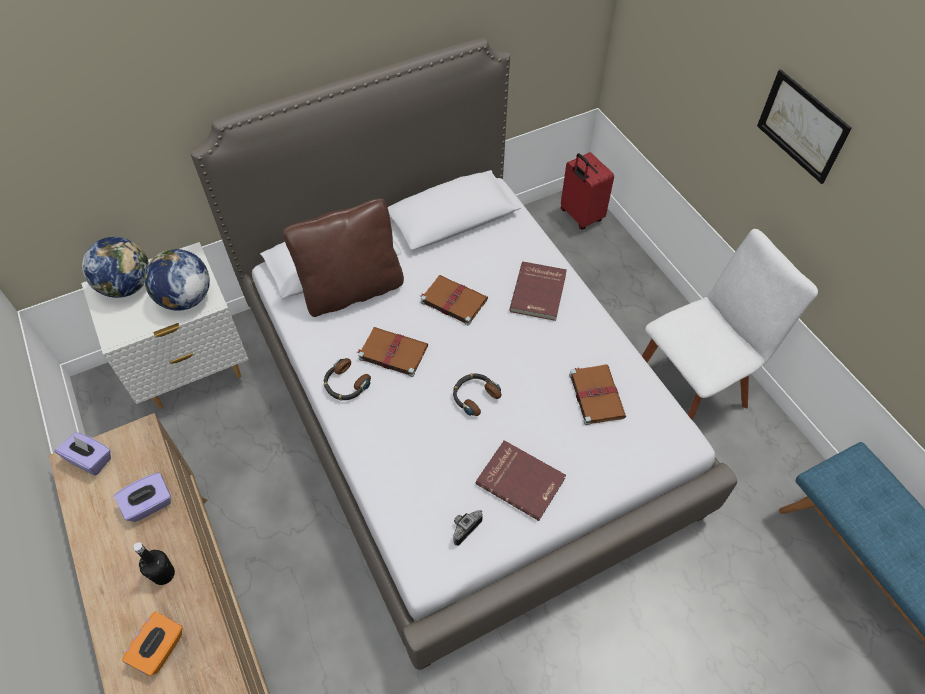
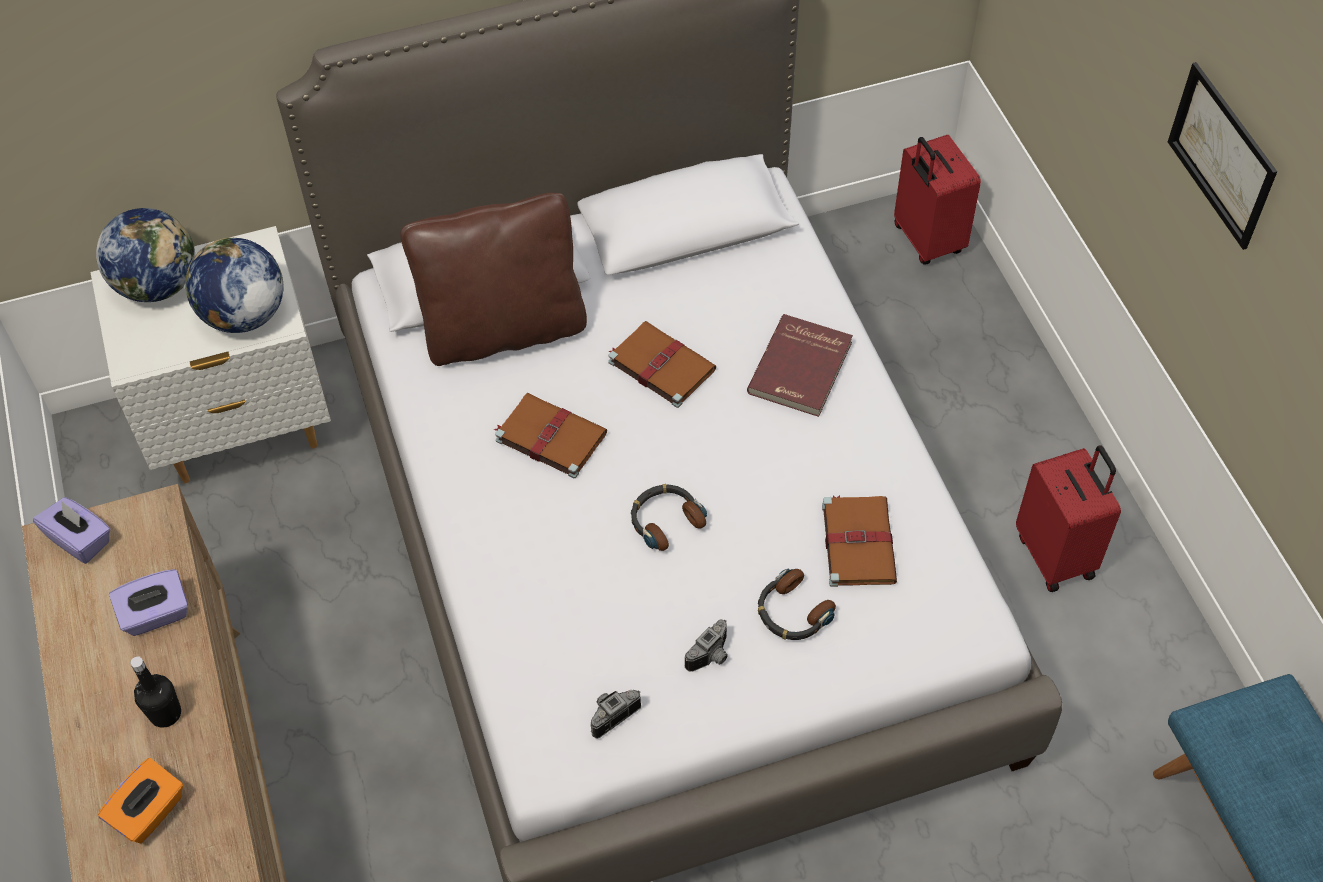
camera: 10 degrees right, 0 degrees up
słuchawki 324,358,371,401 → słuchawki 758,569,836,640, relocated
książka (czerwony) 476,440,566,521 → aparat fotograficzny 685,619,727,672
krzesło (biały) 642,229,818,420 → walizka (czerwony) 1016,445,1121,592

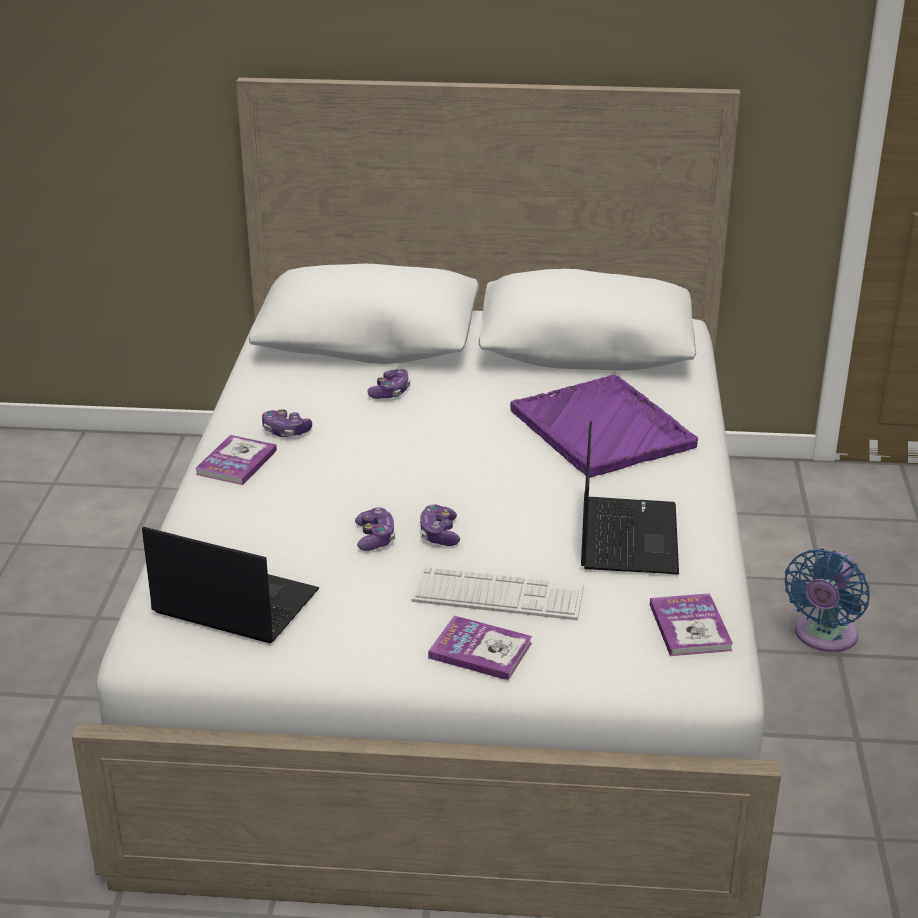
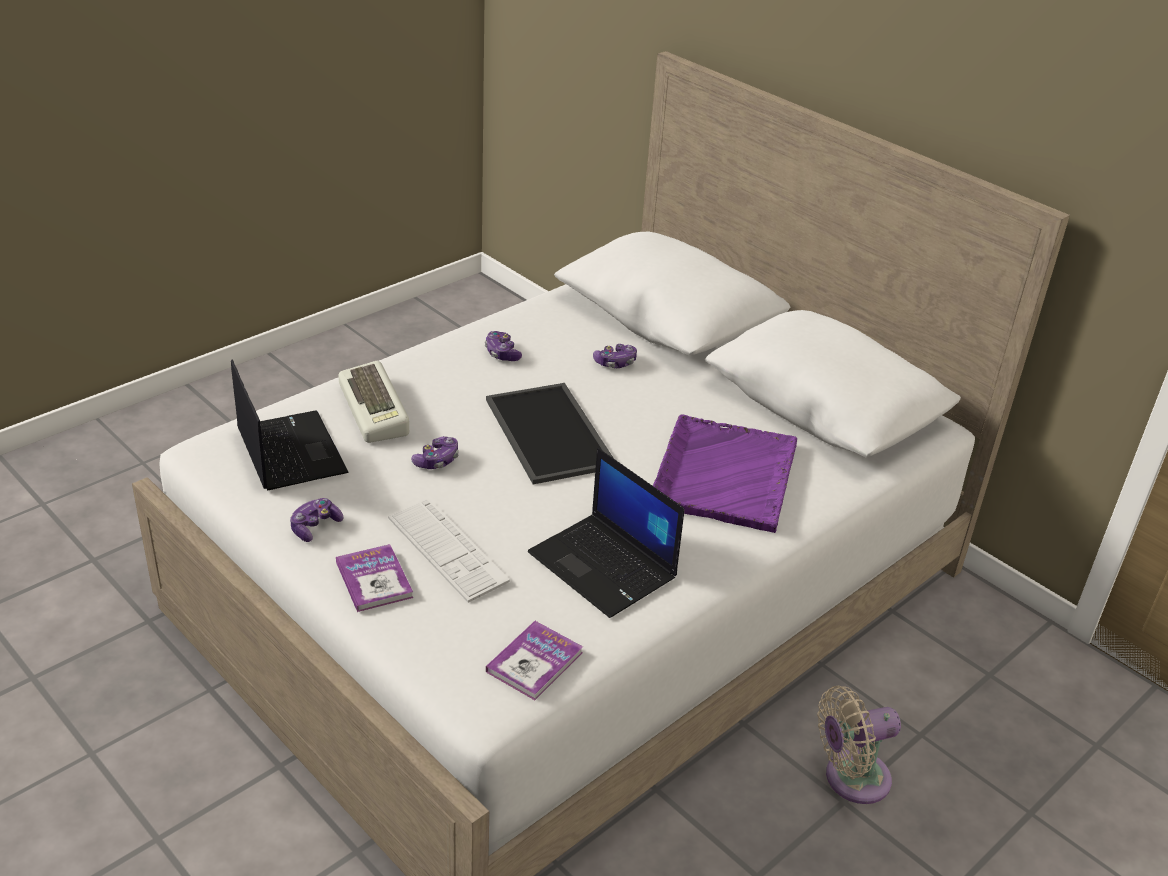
camera: 40 degrees right, 5 degrees up
książka 195,435,277,485 → -
- → klawiatura 338,361,409,443
- → taca 486,383,613,484
pad do gier 420,504,460,546 → pad do gier 290,498,343,542, relocated
wentylator (niebieski) 785,548,870,652 → wentylator (beżowy) 817,686,901,804
laptop 581,421,679,575 → laptop 528,448,684,618, 90 degrees clockwise

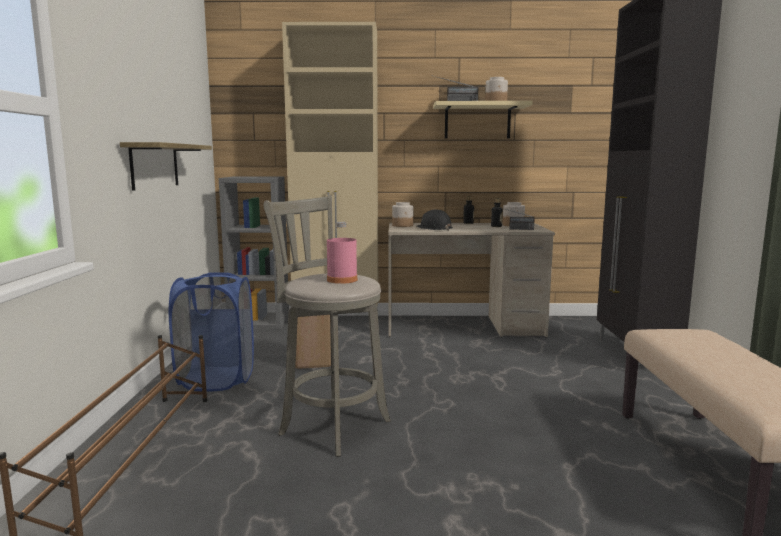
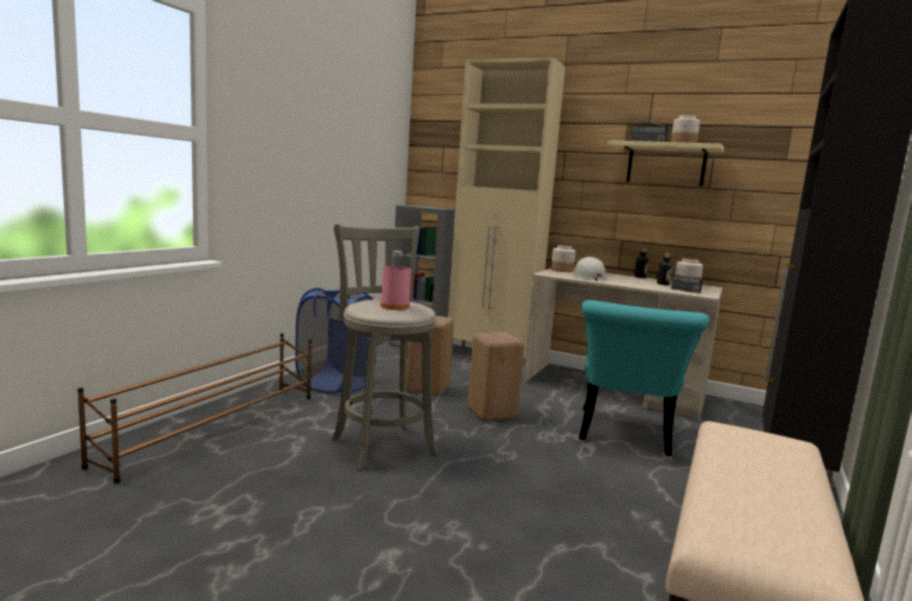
camera: 25 degrees right, 0 degrees up
półka 120,142,212,191 → -
- → stołek (beżowy) 468,332,525,421
- → krzesło (turkusowy) 579,300,710,456
kask (czarny) 416,209,453,231 → kask (biały) 571,257,607,281

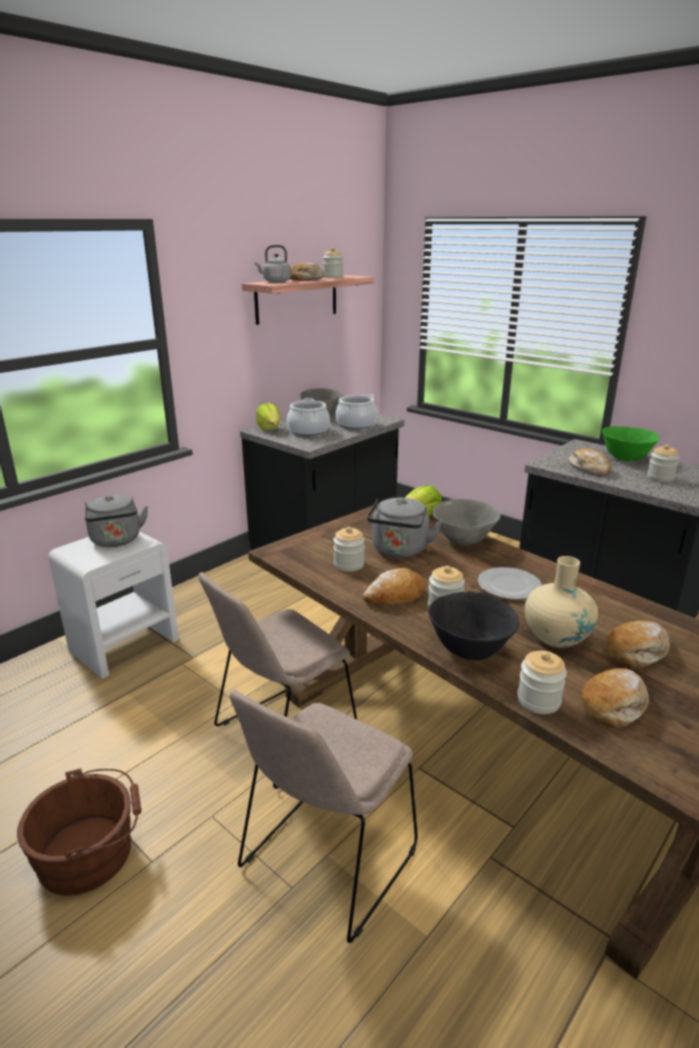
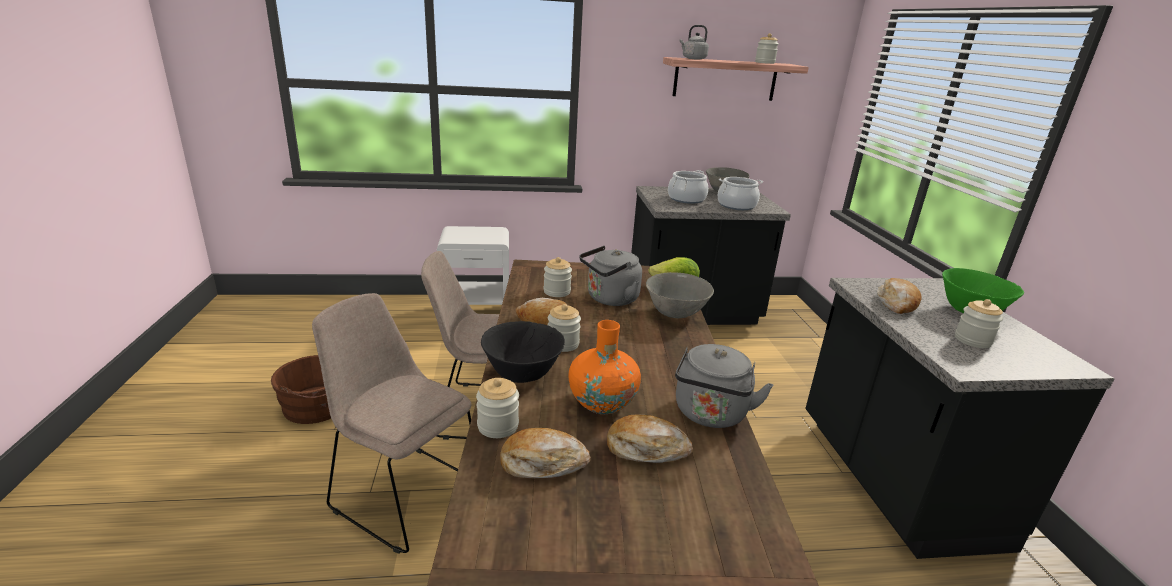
camera: 40 degrees right, 0 degrees up
sałata 256,403,280,431 → -
chleb 290,262,325,281 → -
talerz 478,567,542,600 → -
czajnik (szary) 85,495,148,547 → czajnik (szary) 675,344,773,428, relocated
wazon (beżowy) 525,556,598,648 → wazon (pomarańczowy) 569,320,641,414
krzesło (beżowy) 230,690,418,943 → krzesło (beżowy) 312,293,472,554, 45 degrees clockwise

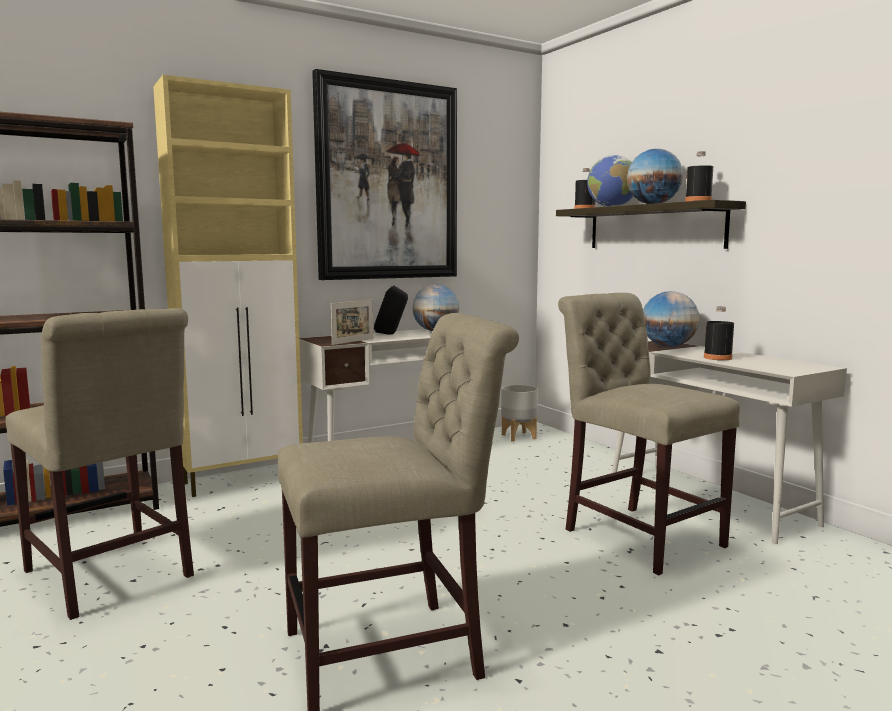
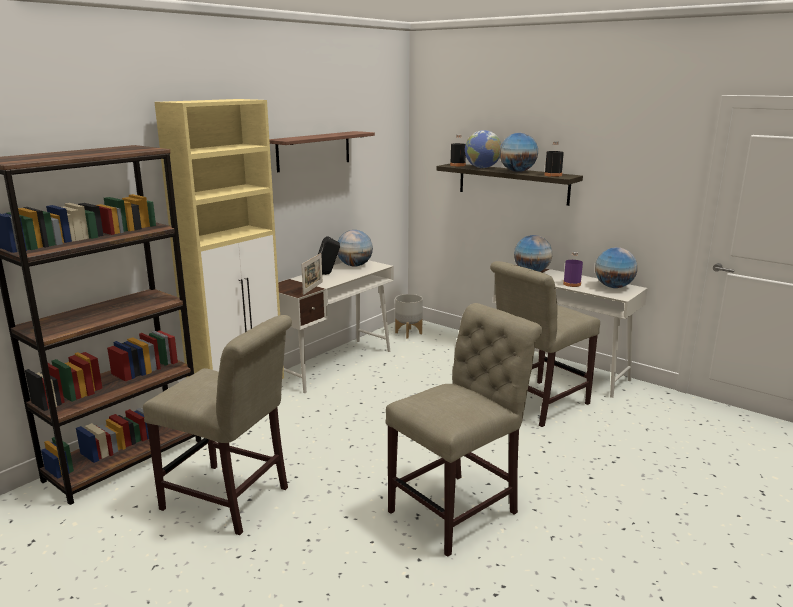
camera: 20 degrees left, 10 degrees up
- → globus 595,247,638,288
obraz 312,69,457,280 → półka 269,131,375,172
butelka (czarny) 704,307,734,360 → butelka (fioletowy) 563,251,583,287
krzesło (beżowy) 558,293,740,575 → krzesło (beżowy) 490,261,600,427, 75 degrees counterclockwise

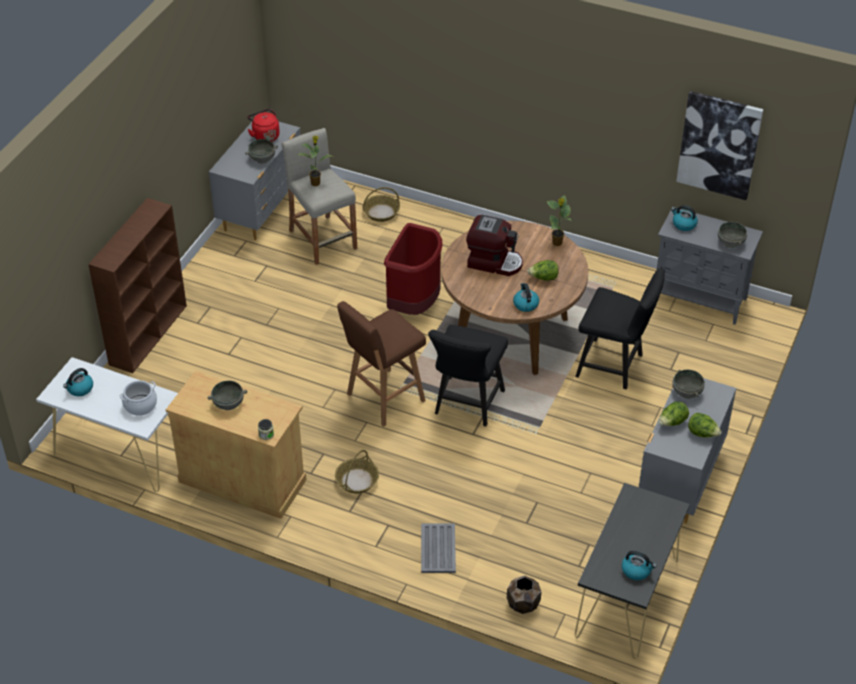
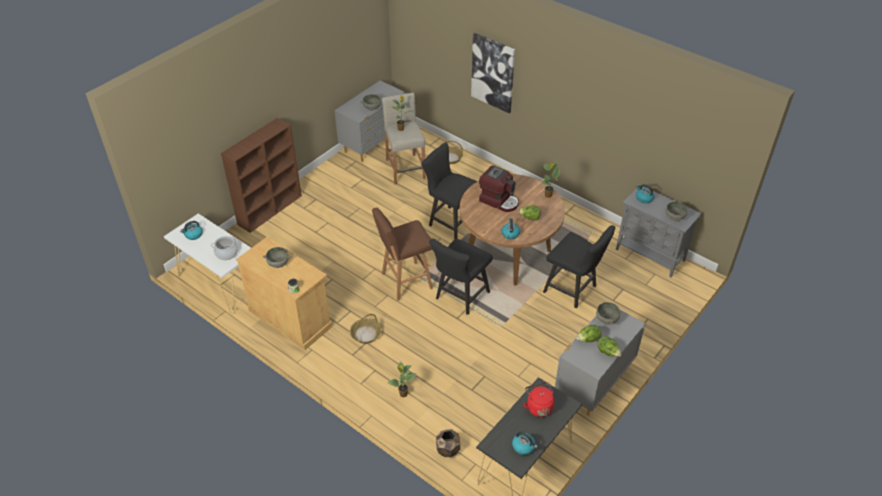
camera: 15 degrees right, 0 degrees up
czajnik (czerwony) 247,109,280,142 → czajnik (czerwony) 523,382,554,417, relocated
obraz 676,91,764,200 → obraz 471,33,515,113, relocated
kosz na śmieci (czerwony) 384,223,442,315 → krzesło (czarny) 421,143,477,239
taca (szary) 421,524,456,573 → roślina doniczkowa 388,362,417,398

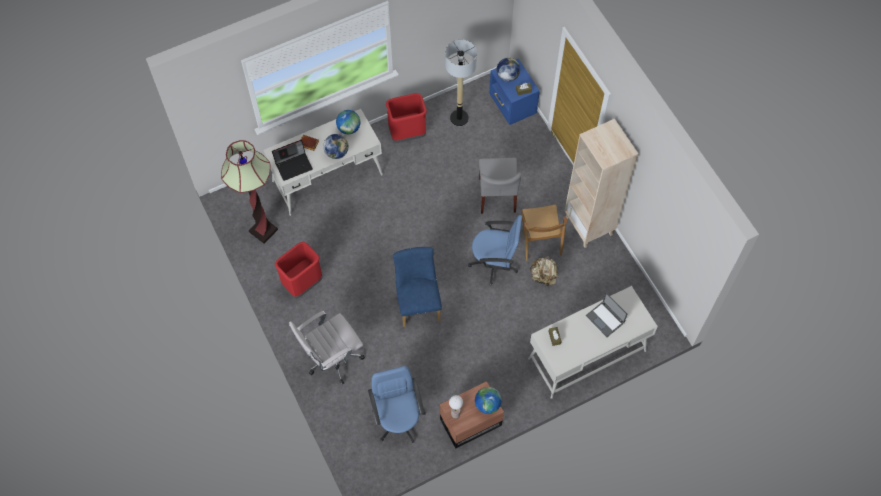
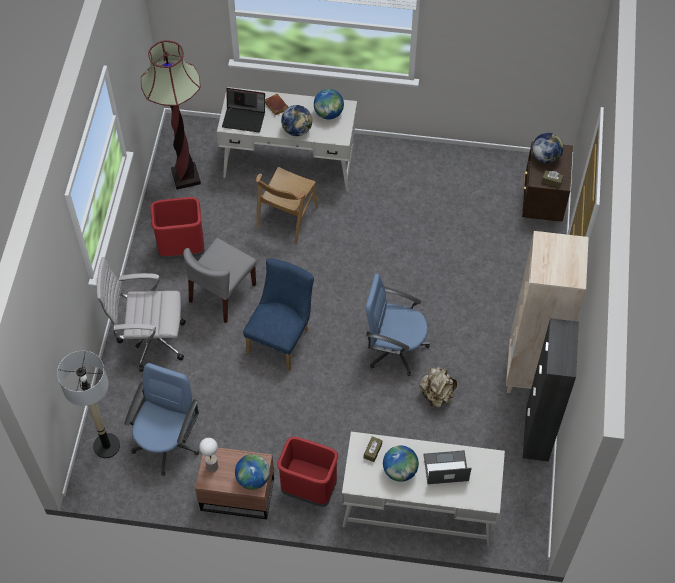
camera: 35 degrees right, 5 degrees down
- → globus 383,445,419,482
- → szafka (czarny) 523,318,579,461
kosz na śmieci (czerwony) 386,93,427,143 → kosz na śmieci (czerwony) 277,437,338,507, relocated
lampa stojąca 445,39,477,126 → lampa stojąca 57,351,120,458, relocated
krzesło (szary) 479,158,521,214 → krzesło (szary) 183,238,257,323, relocated
krzesło (brązowy) 521,205,567,261 → krzesło (brązowy) 256,167,318,244, relocated
szafka nocna (niebieski) 489,59,540,125 → szafka nocna (brązowy) 522,141,573,222
krzesło biurowe (niebieski) 468,215,522,285 → krzesło biurowe (niebieski) 366,273,430,376, 150 degrees clockwise
laptop 586,293,627,337 → laptop 423,450,472,484, 90 degrees clockwise

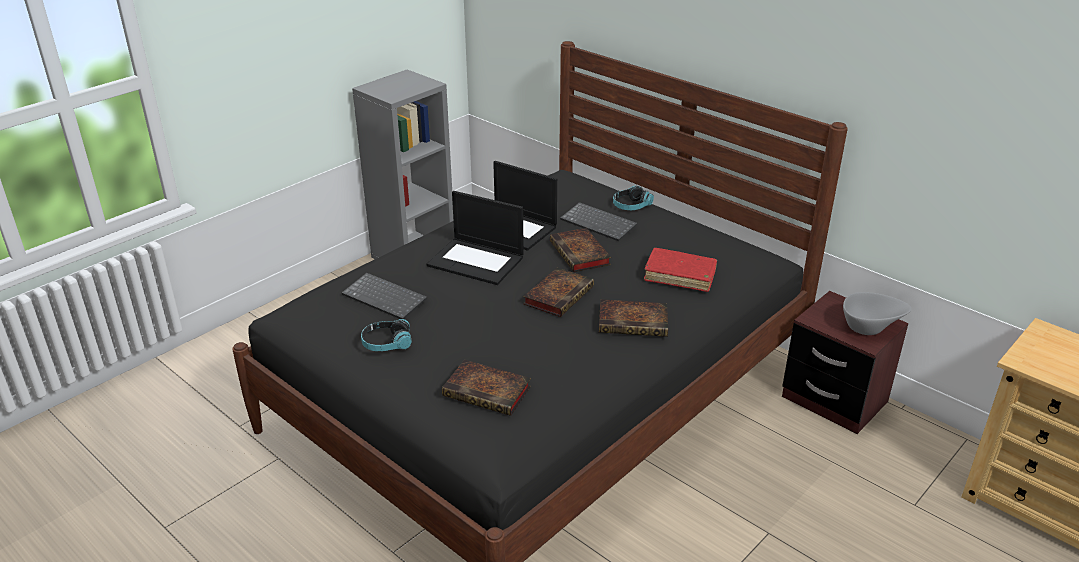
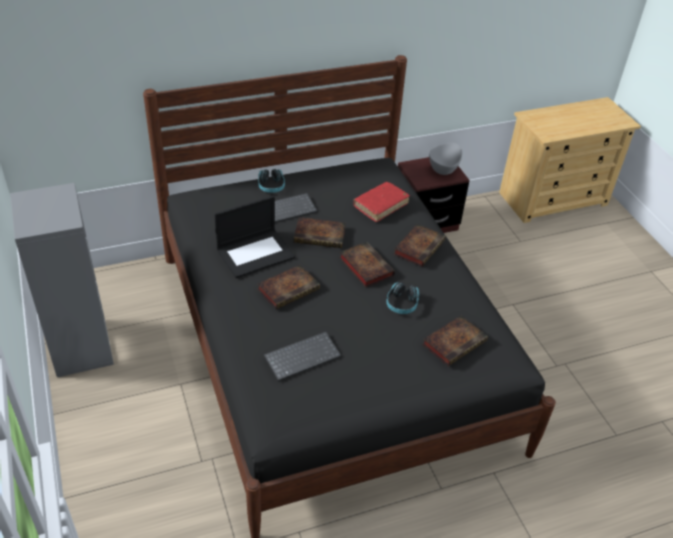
camera: 65 degrees left, 10 degrees up
słuchawki 361,319,412,351 → słuchawki 386,282,419,314, relocated
laptop 427,191,524,285 → książka 257,265,320,309

